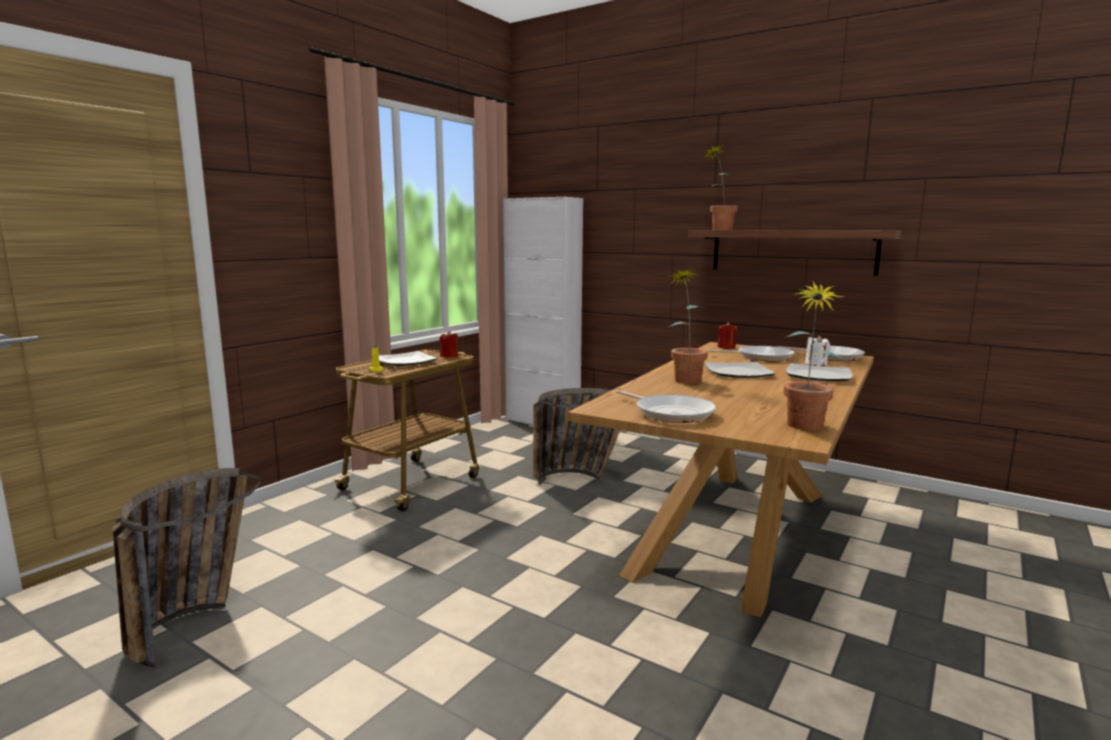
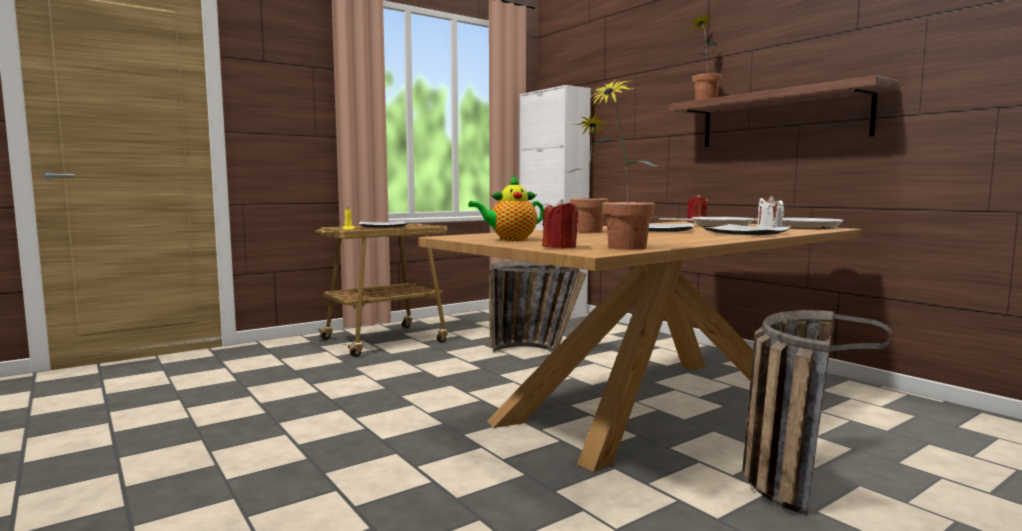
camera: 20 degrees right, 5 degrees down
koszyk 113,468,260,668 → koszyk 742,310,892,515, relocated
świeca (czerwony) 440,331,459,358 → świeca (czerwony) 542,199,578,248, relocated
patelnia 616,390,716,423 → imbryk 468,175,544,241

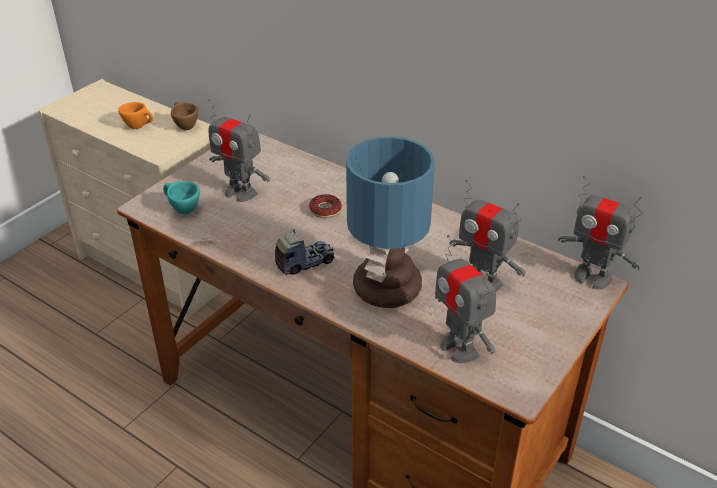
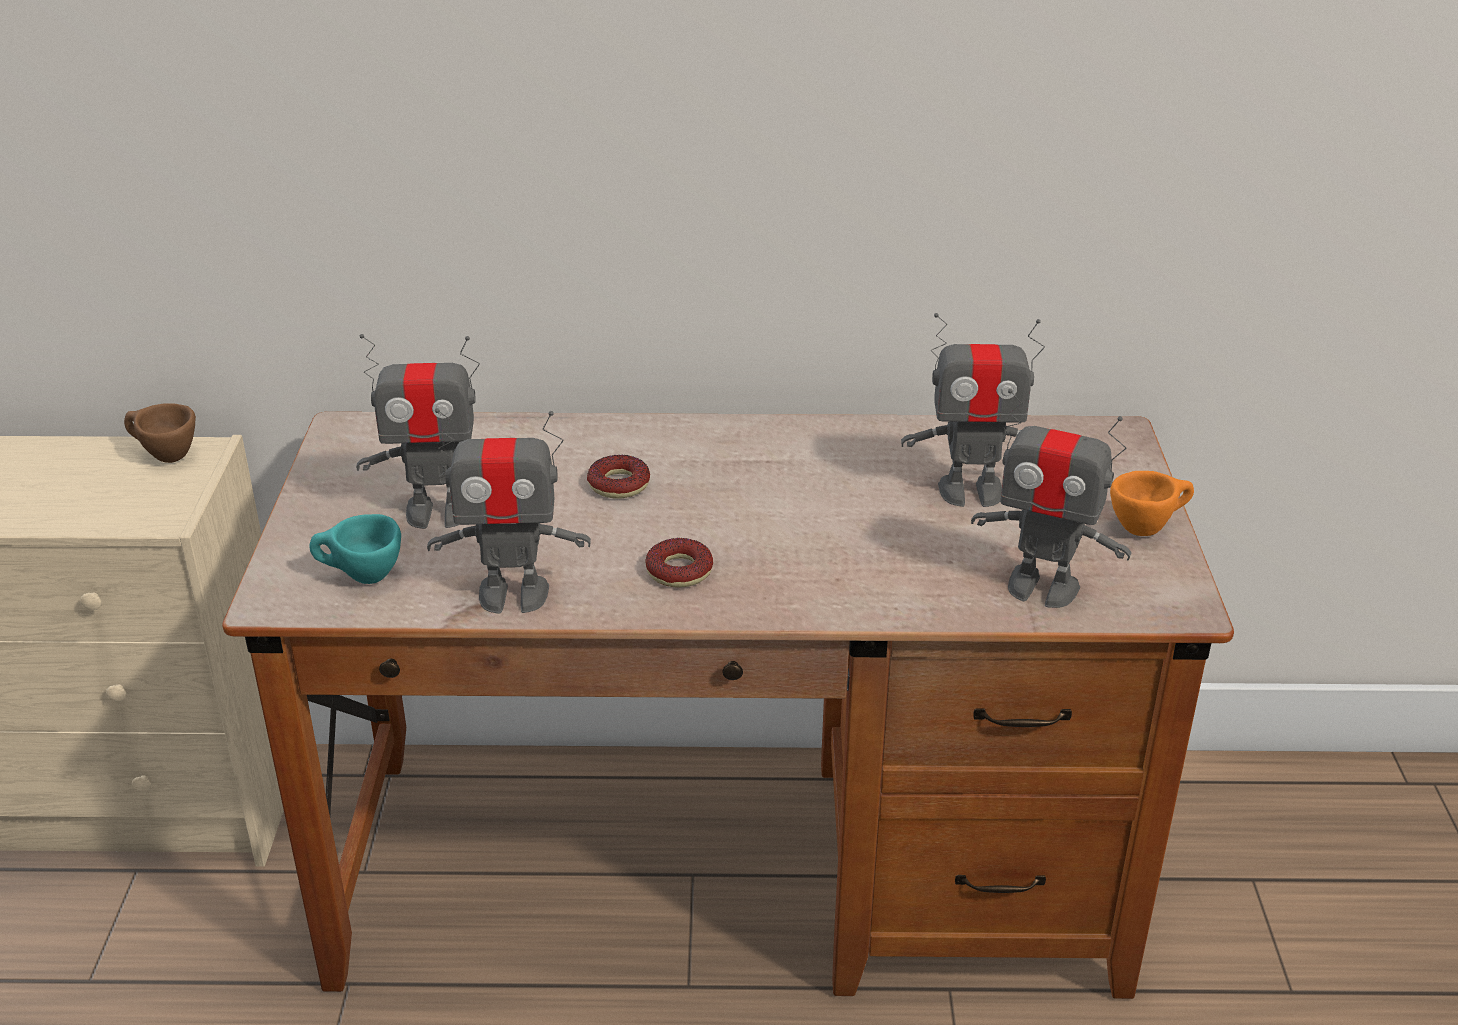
camera: 35 degrees left, 5 degrees down
lampa stołowa 346,136,435,308 → -
filiżanka (pomarańczowy) 118,102,153,129 → filiżanka (pomarańczowy) 1110,471,1194,536, relocated
robot zabawkowy 558,176,643,290 → robot zabawkowy 427,408,591,614, relocated
ciężarówka zabawkowa 275,229,334,275 → donut 645,538,713,587

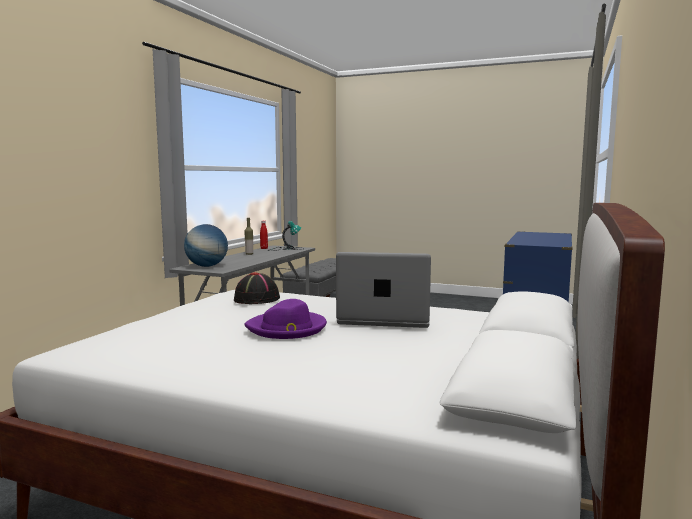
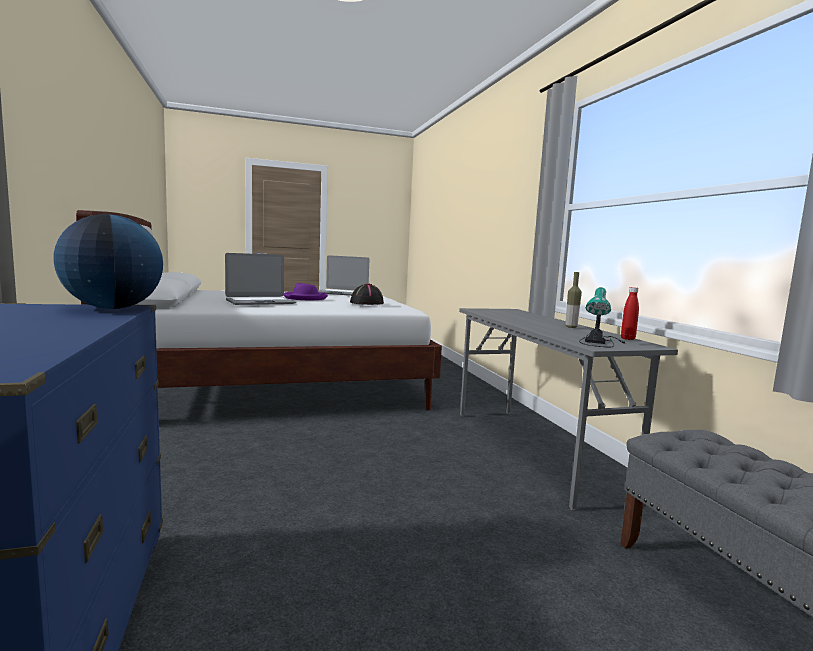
camera: 140 degrees right, 0 degrees up
- → laptop 318,255,369,296
globus 184,224,228,267 → globus 53,214,163,309, relocated

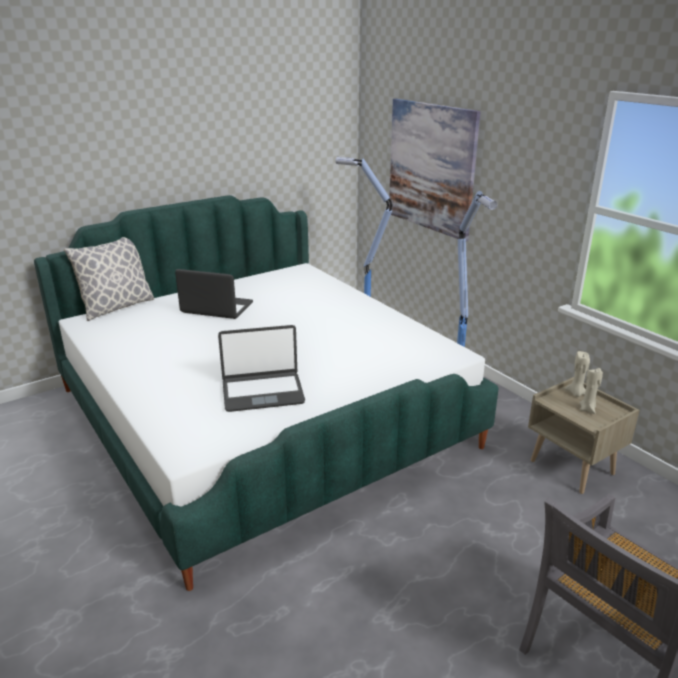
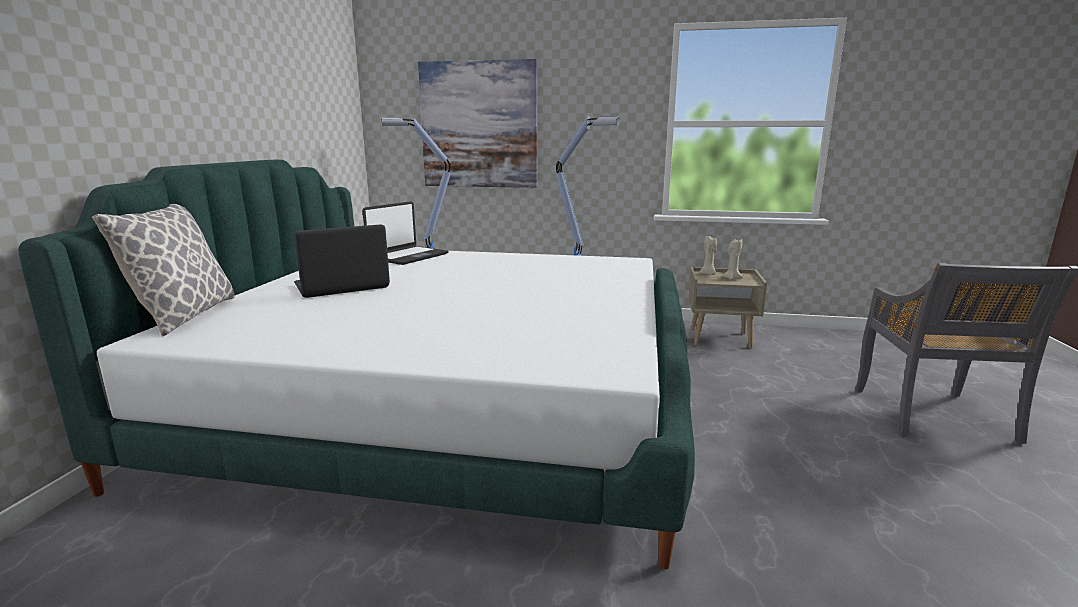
camera: 45 degrees left, 10 degrees down
laptop 218,325,305,412 → laptop 363,201,449,265, relocated

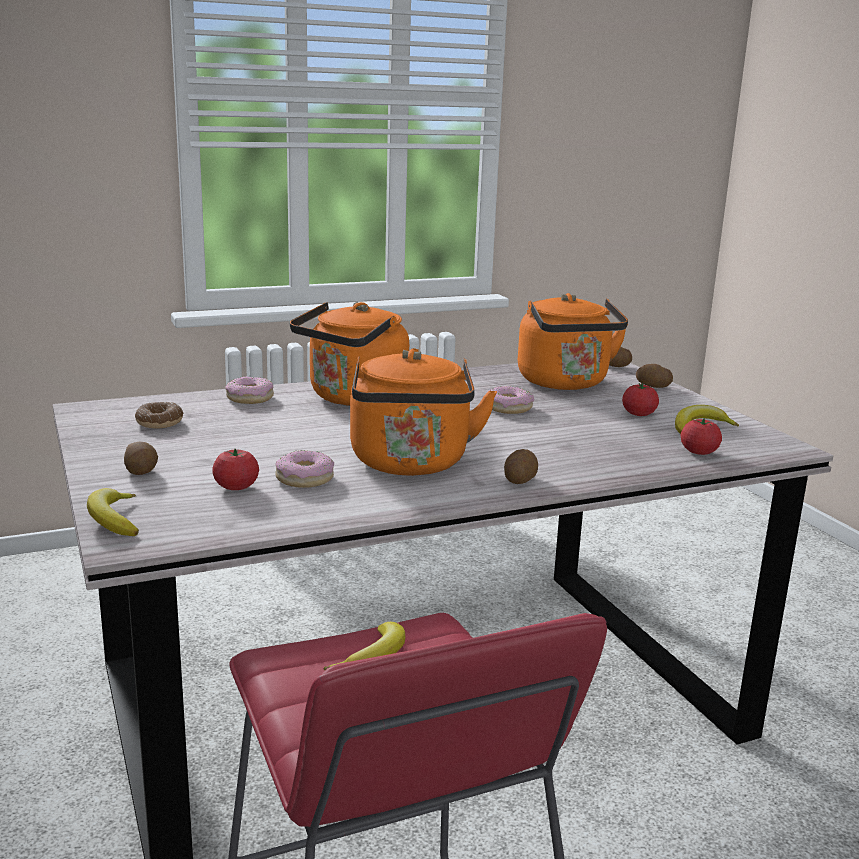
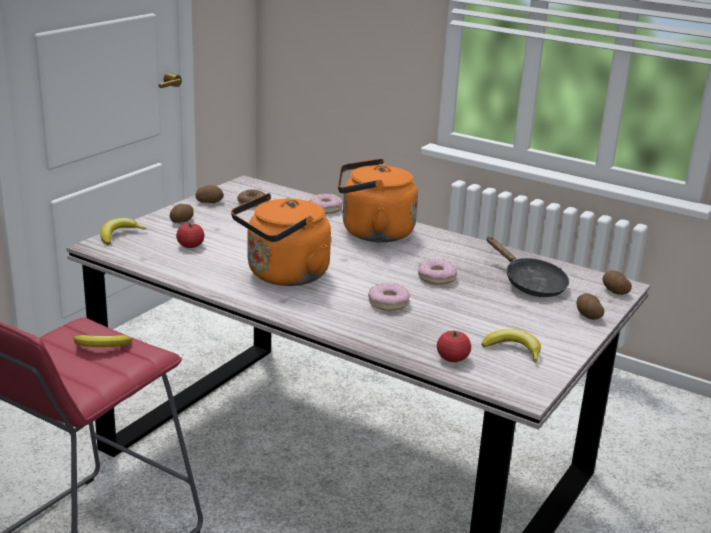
camera: 55 degrees right, 5 degrees up
pomidor 622,383,659,416 → -
donut 275,450,334,488 → donut 368,283,410,311, relocated
ziemniak 504,449,538,484 → ziemniak 195,185,224,203, relocated
czajnik (pomarańczowy) 518,293,628,390 → patelnia (czarny) 487,237,569,297

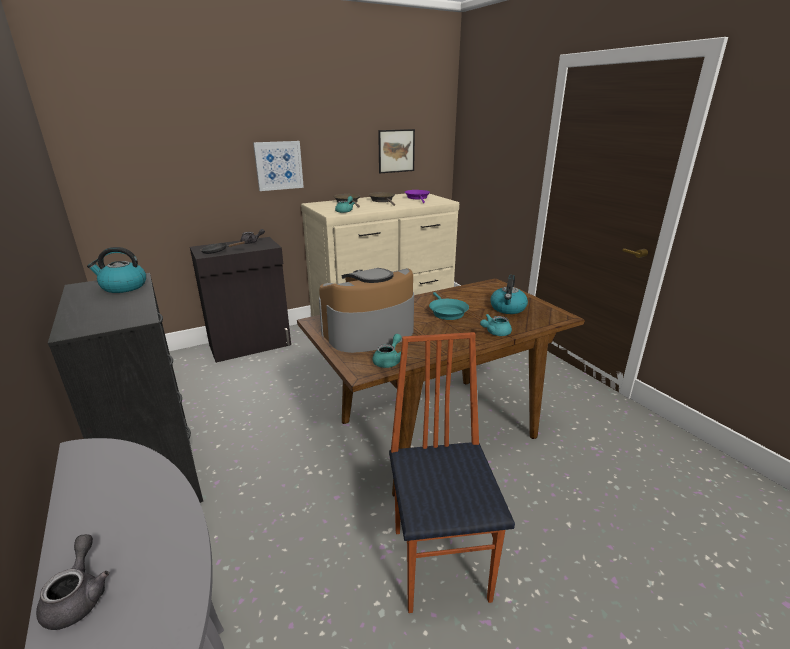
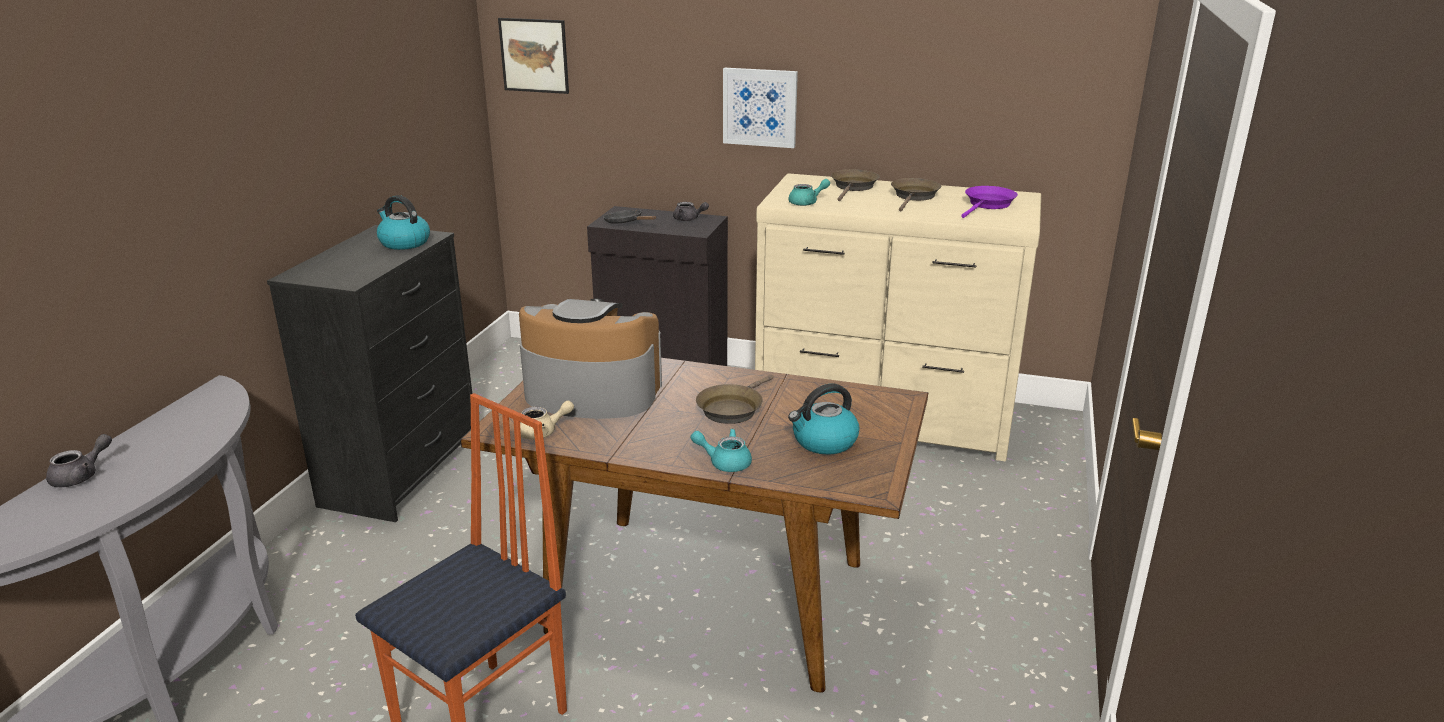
camera: 45 degrees right, 0 degrees up
obraz 378,129,415,173 → obraz 498,18,569,94, relocated
imbryk (turkusowy) 372,334,401,368 → imbryk (beżowy) 520,400,574,440
patelnia (turkusowy) 429,292,469,320 → patelnia (brązowy) 696,374,774,424

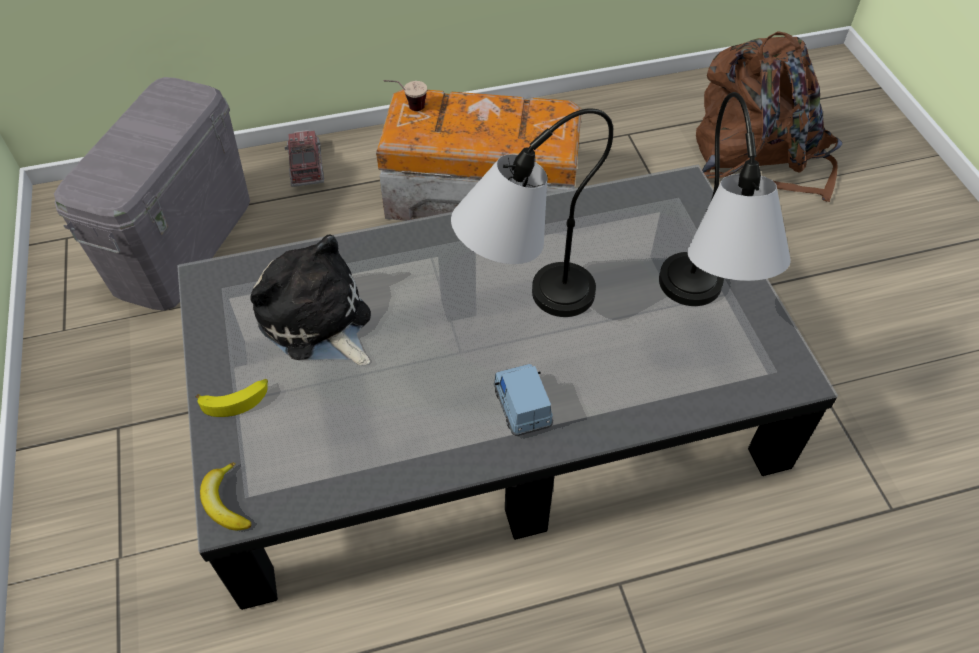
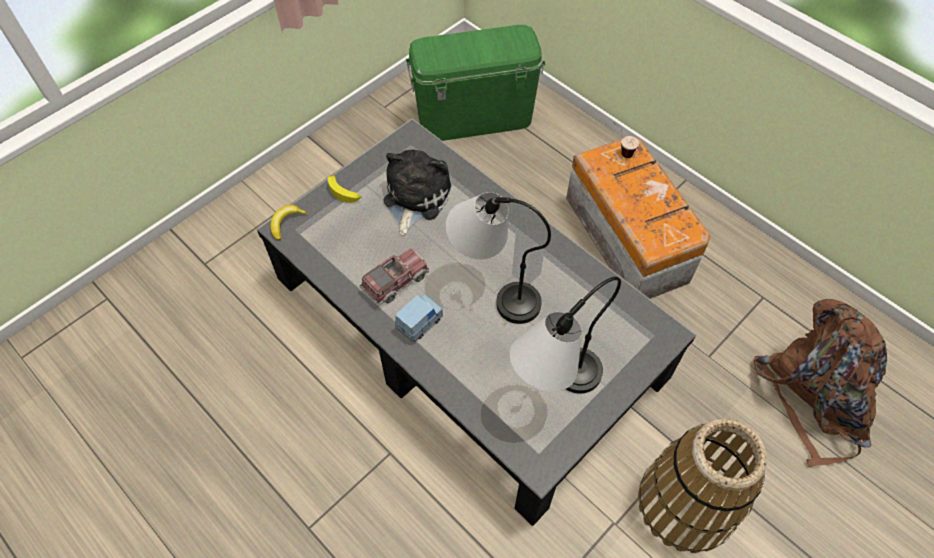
camera: 60 degrees right, 5 degrees up
- → koszyk 638,418,767,553
ciężarówka zabawkowa 285,130,324,187 → ciężarówka zabawkowa 359,248,429,306, relocated
pojemnik do przechowywania (szary) 54,77,250,311 → pojemnik do przechowywania (zielony) 406,25,545,141

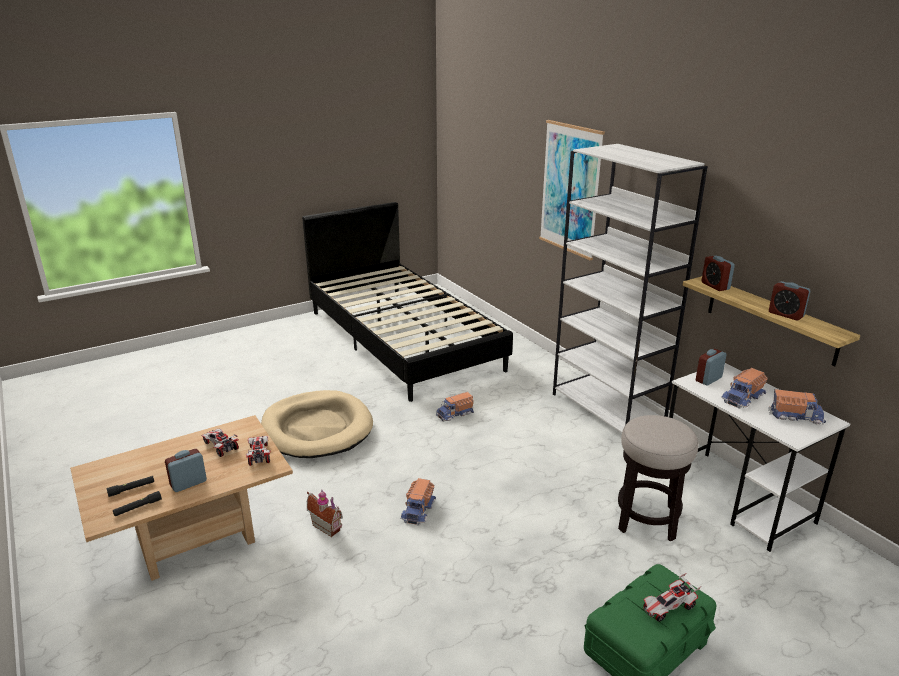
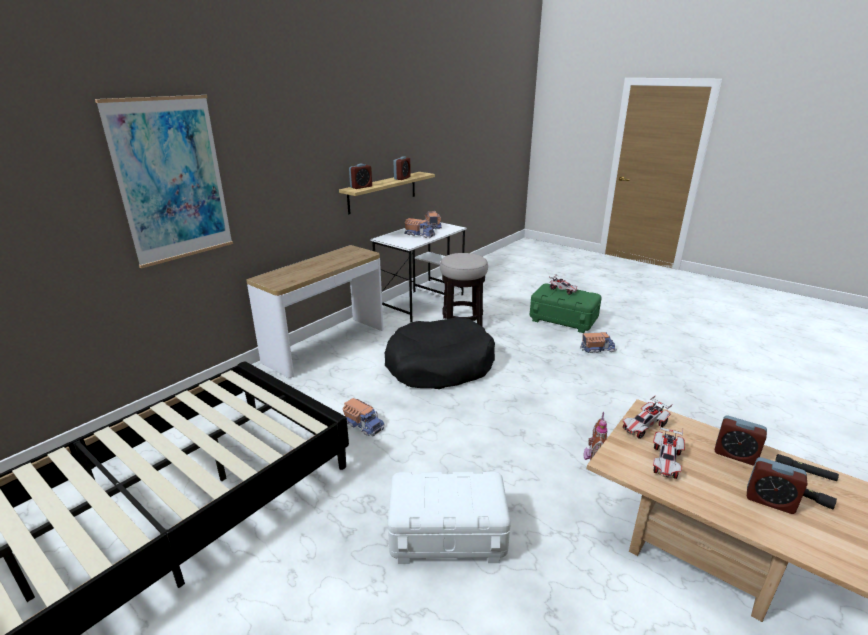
camera: 110 degrees left, 0 degrees up
- → legowisko (czarny) 385,317,495,389
ciężarówka zabawkowa 400,478,436,526 → ciężarówka zabawkowa 580,332,617,353, relocated
budzik 696,349,727,385 → budzik 747,457,808,514, relocated
legowisko (beżowy) 261,390,373,458 → pojemnik do przechowywania (biały) 388,472,511,564
regał (biały) 553,144,708,433 → stolik konsolowy 246,245,383,378

